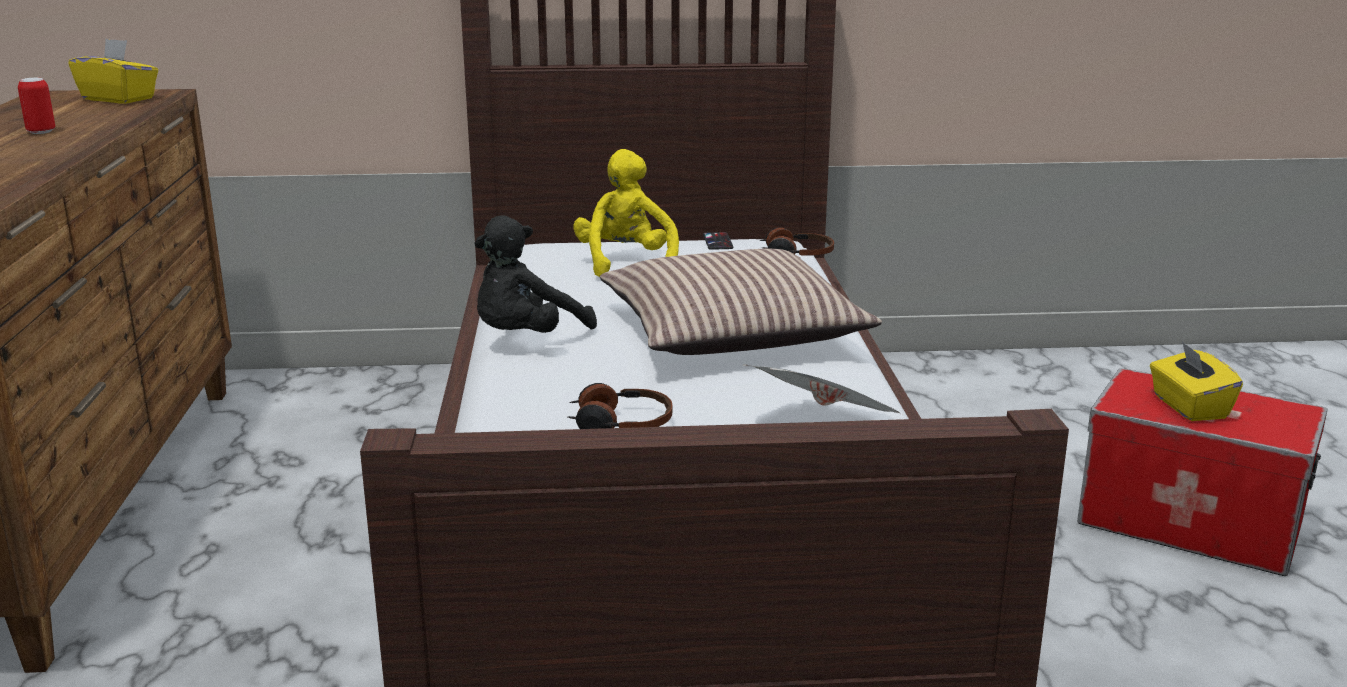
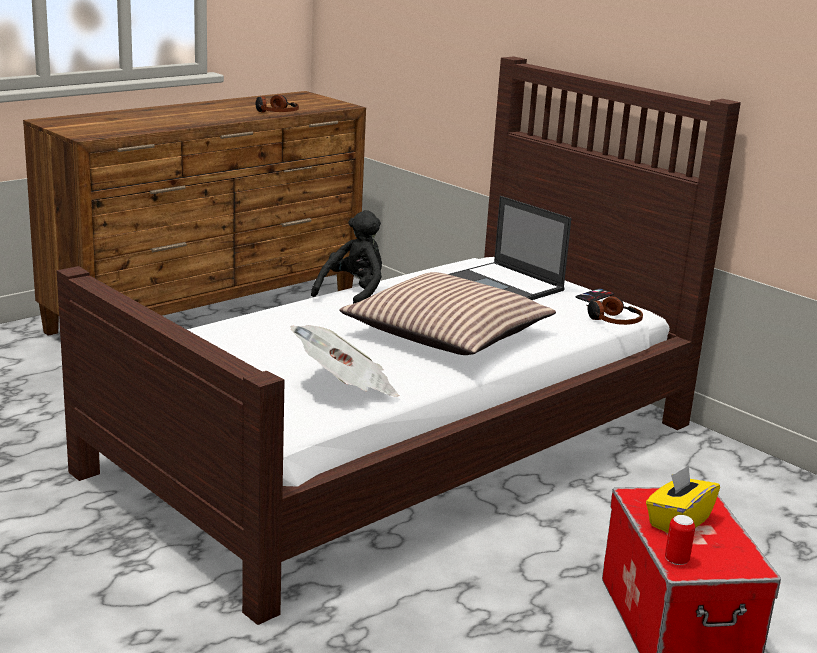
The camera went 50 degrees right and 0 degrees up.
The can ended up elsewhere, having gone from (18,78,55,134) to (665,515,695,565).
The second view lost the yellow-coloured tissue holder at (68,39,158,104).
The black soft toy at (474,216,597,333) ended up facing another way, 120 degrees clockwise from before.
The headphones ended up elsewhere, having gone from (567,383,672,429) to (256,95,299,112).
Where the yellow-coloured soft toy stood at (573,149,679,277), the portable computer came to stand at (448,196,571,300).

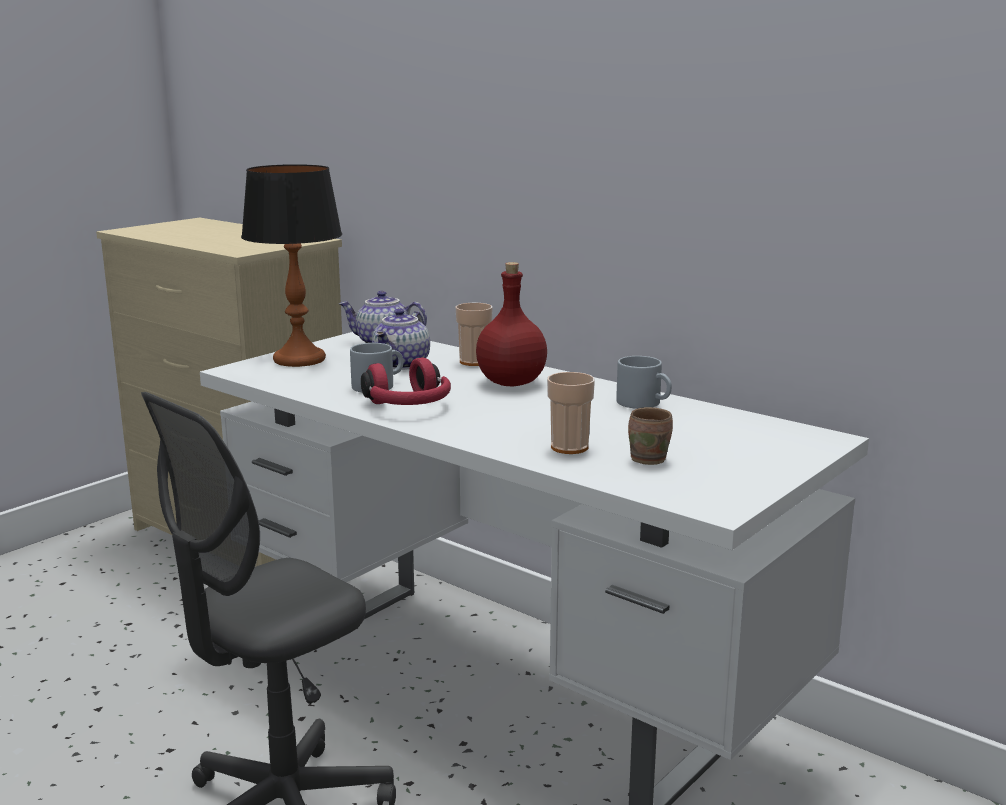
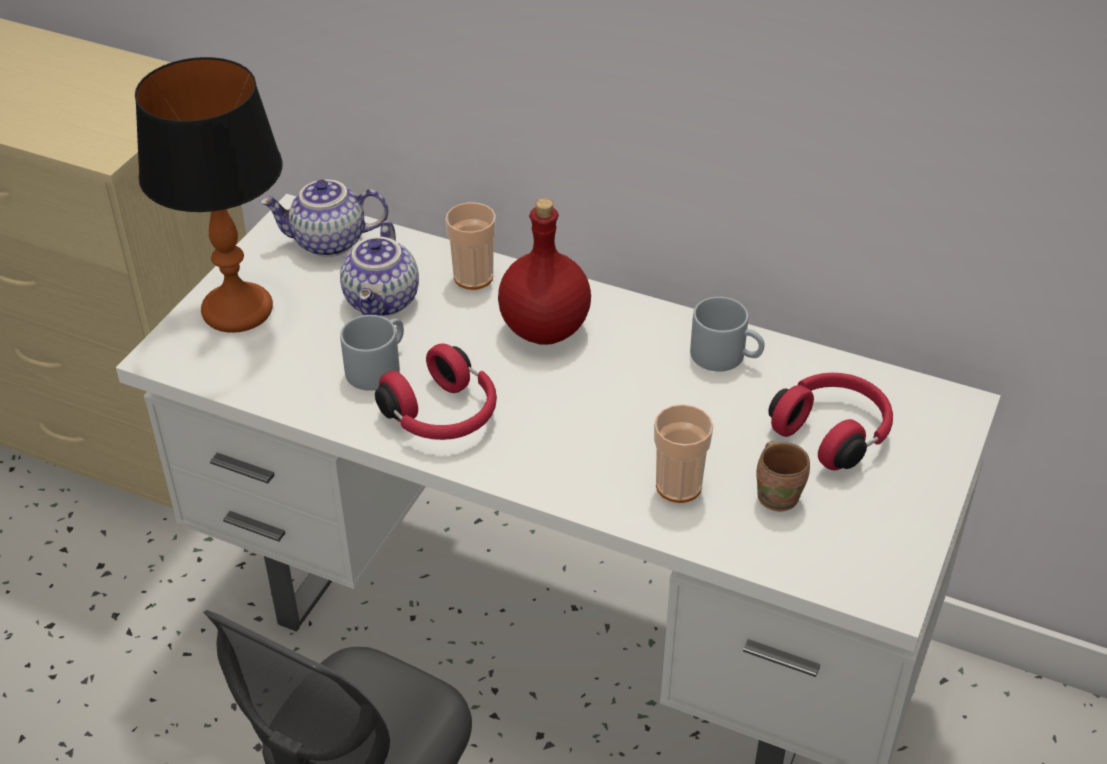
The camera went 15 degrees left and 25 degrees up.
The second view gained the reddish headphones at (768,373,893,470).

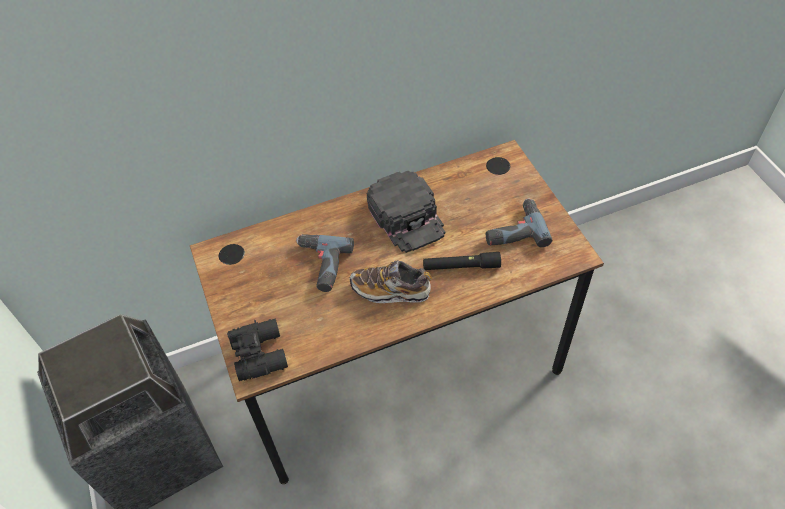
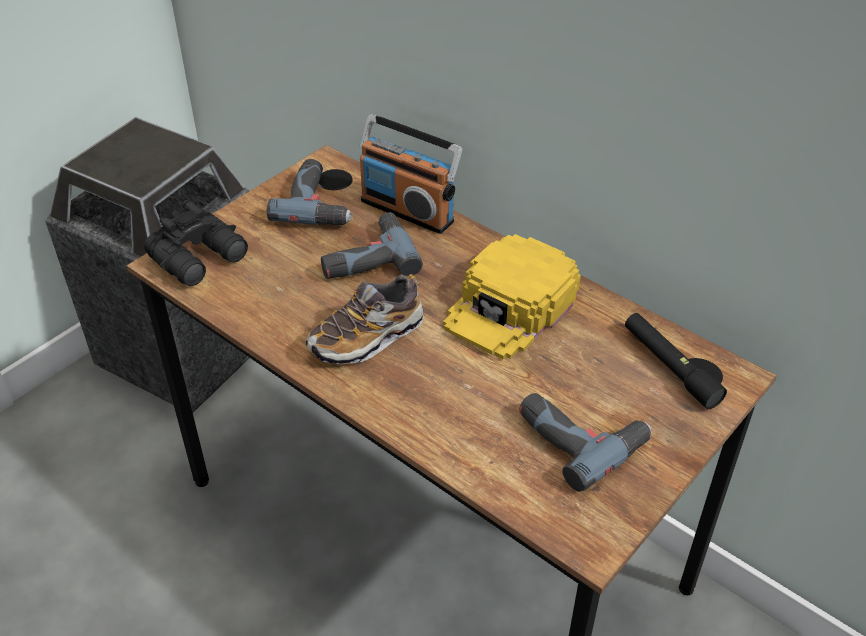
The camera went 60 degrees right and 10 degrees down.
The shoe at (350,260,432,303) ended up facing another way, 105 degrees counterclockwise from before.
What was the black cap at (367,171,445,253) turned into the yellow-coloured cap at (443,234,581,359).
The black flashlight ended up elsewhere, having gone from (423,252,501,270) to (625,313,727,409).
The second view gained the power drill at (267,159,353,225).
The second view gained the radio set at (360,114,462,234).

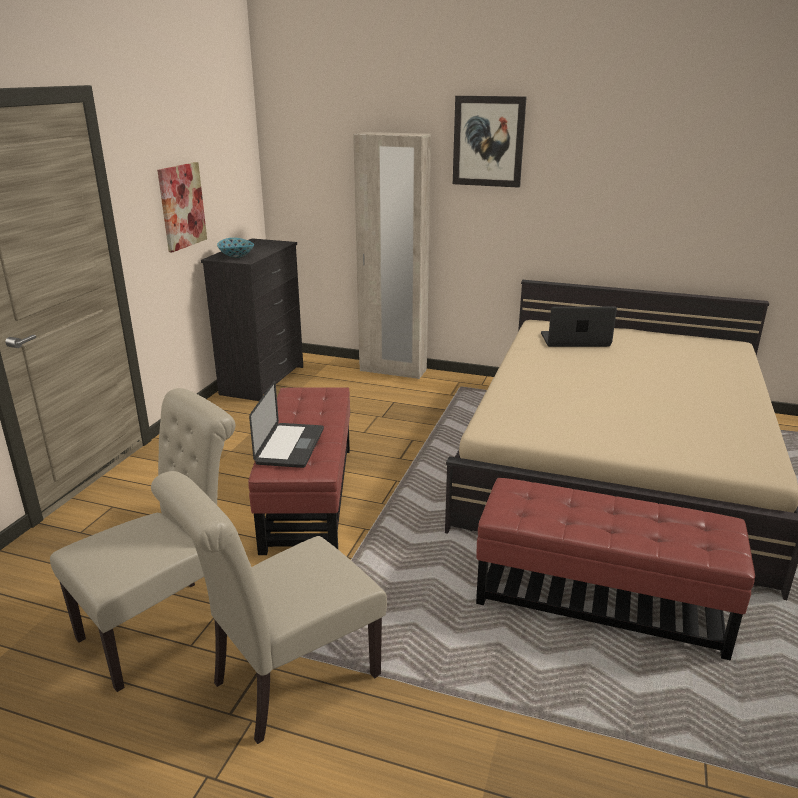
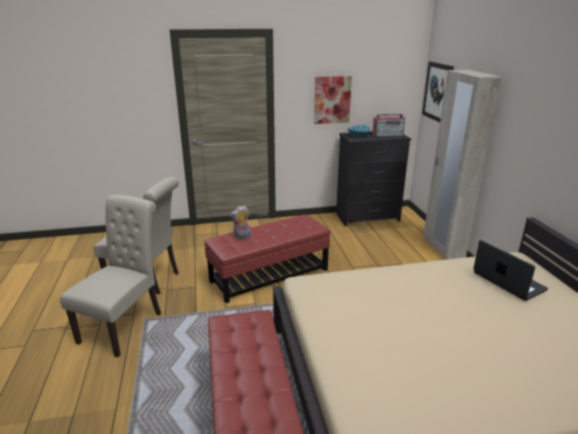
The camera went 60 degrees right and 0 degrees up.
The beige-coloured upright chair at (151,471,387,744) ended up facing another way, 90 degrees clockwise from before.
Where the portable computer stood at (249,381,324,468), the soft toy came to stand at (230,206,251,239).
The picture ended up elsewhere, having gone from (453,96,527,188) to (422,62,454,122).
The second view gained the radio set at (372,114,405,137).

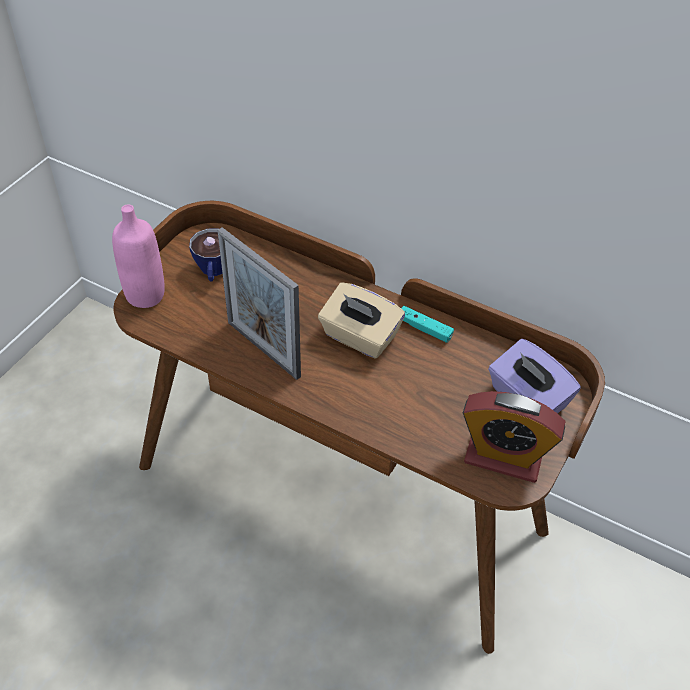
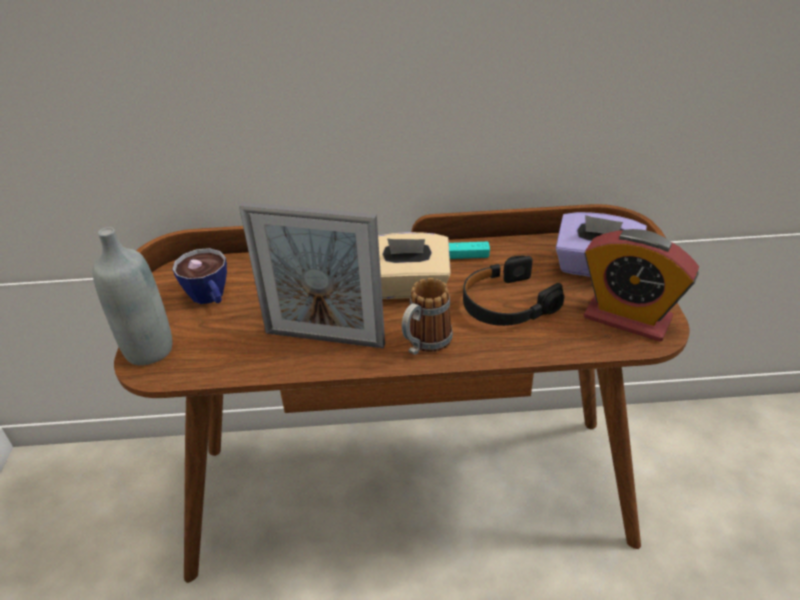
The camera went 30 degrees left and 10 degrees down.
What was the pink-coloured bottle at (112,205,165,308) turned into the gray bottle at (92,227,172,365).
The table clock at (463,391,565,483) ended up facing another way, 45 degrees clockwise from before.
The second view gained the mug at (401,278,453,355).
The second view gained the black headphones at (463,256,564,326).

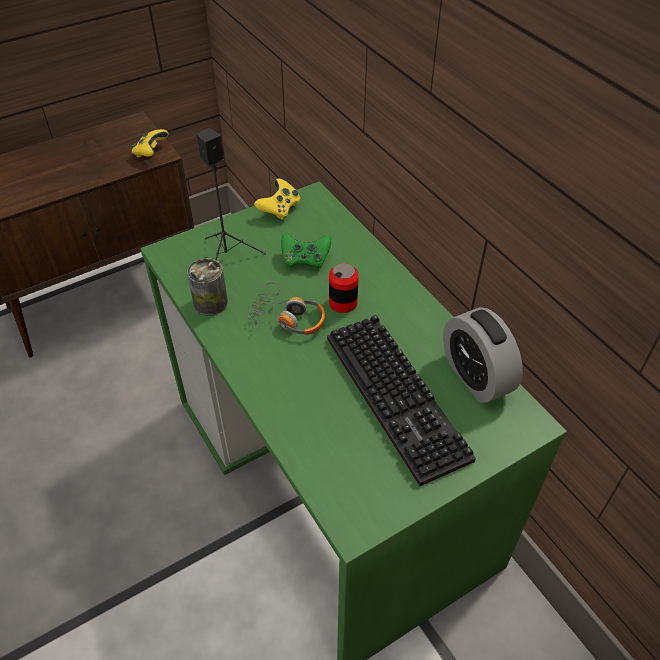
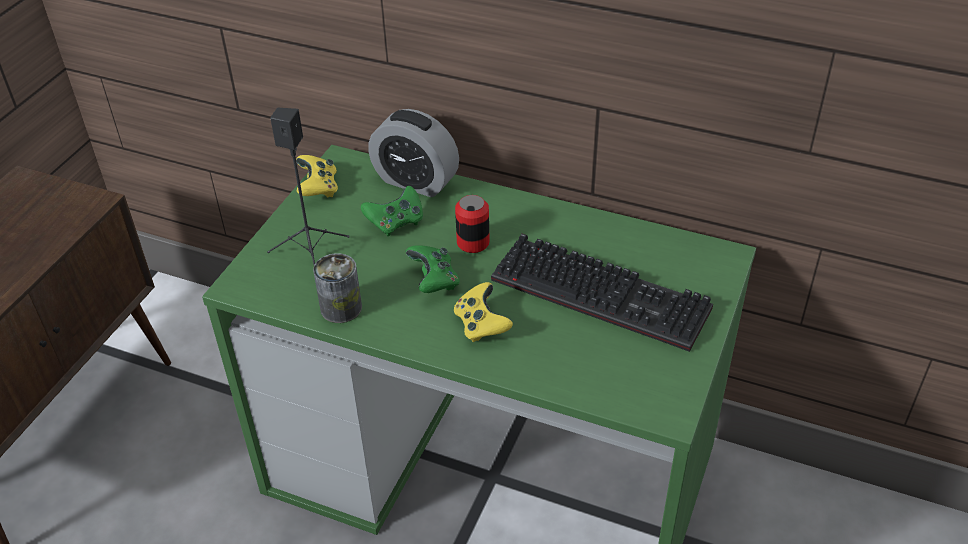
The camera went 35 degrees left and 5 degrees down.
The yellow-coloured game controller ended up elsewhere, having gone from (132,129,169,158) to (454,282,513,342).
Where the headphones stood at (248,282,325,335), the green-coloured game controller came to stand at (406,245,460,293).
The table clock ended up elsewhere, having gone from (443,307,523,403) to (368,109,459,197).

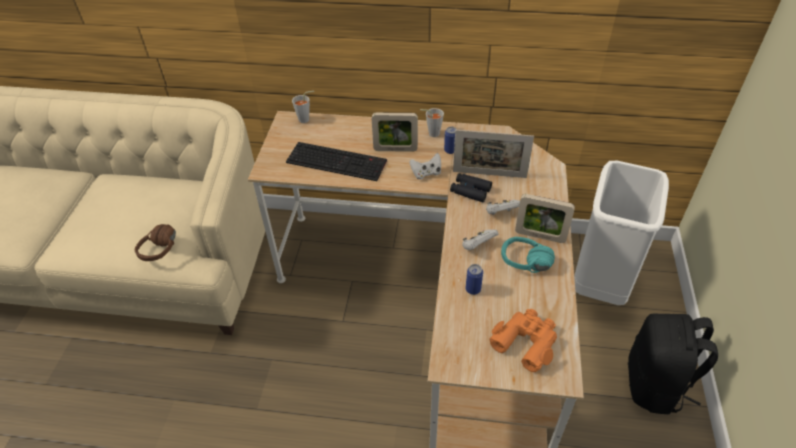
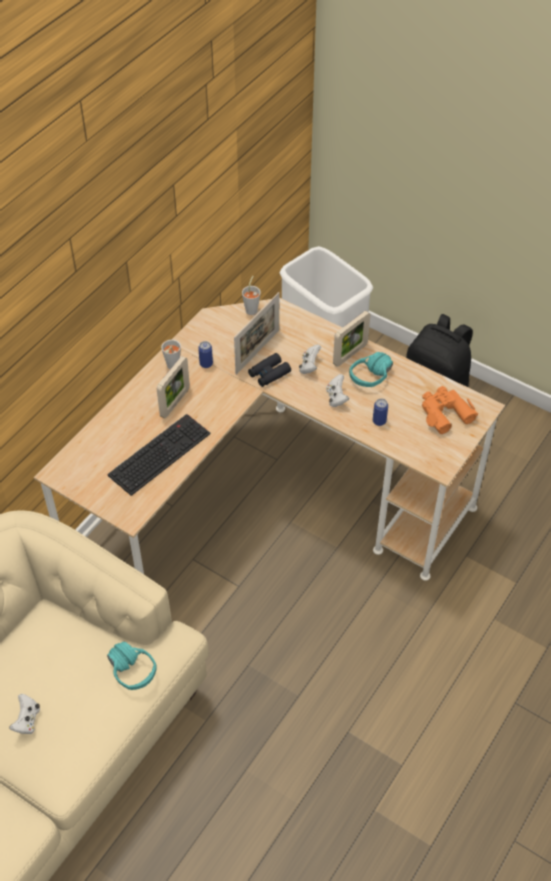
The camera went 65 degrees left and 5 degrees up.
What was the brownish headphones at (134,224,176,261) turned into the turquoise-coloured headphones at (107,642,157,690).
The gray cup ended up elsewhere, having gone from (292,91,314,123) to (242,276,261,315).
The white game controller ended up elsewhere, having gone from (409,153,441,180) to (9,694,40,734).

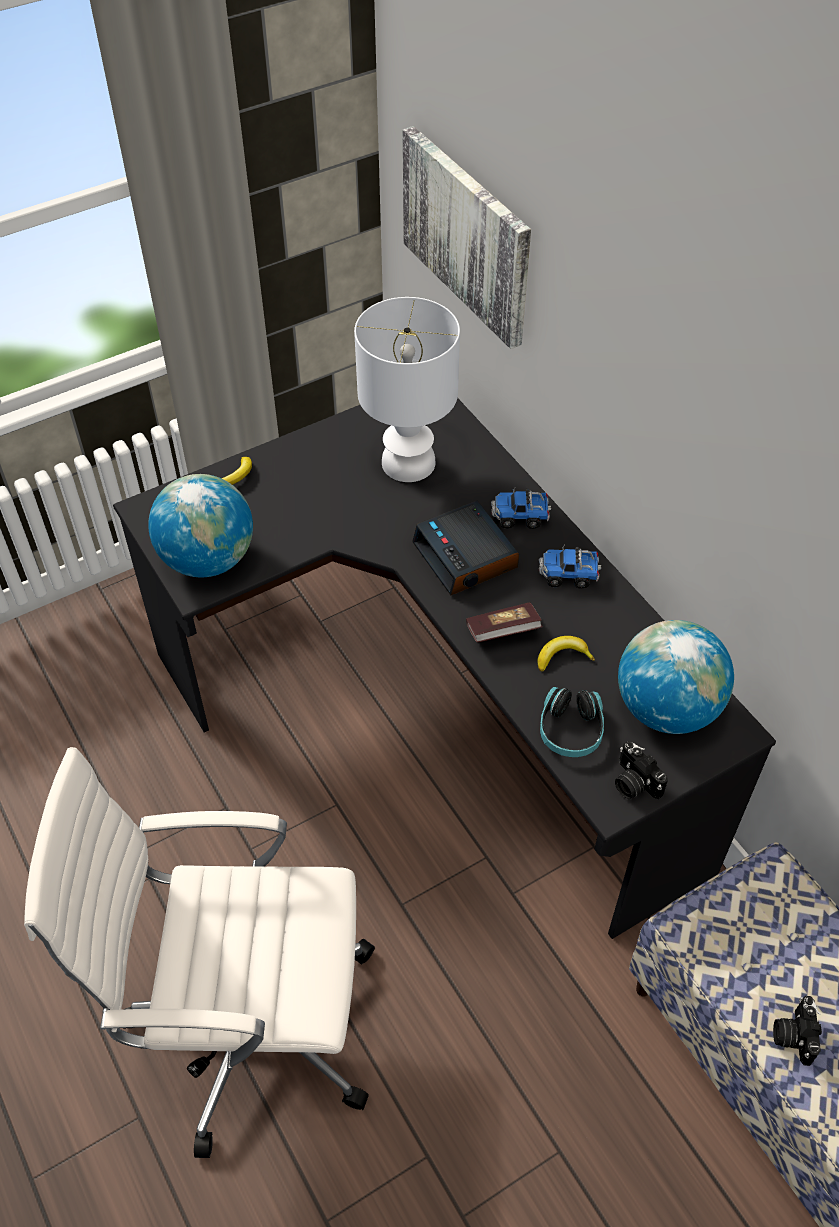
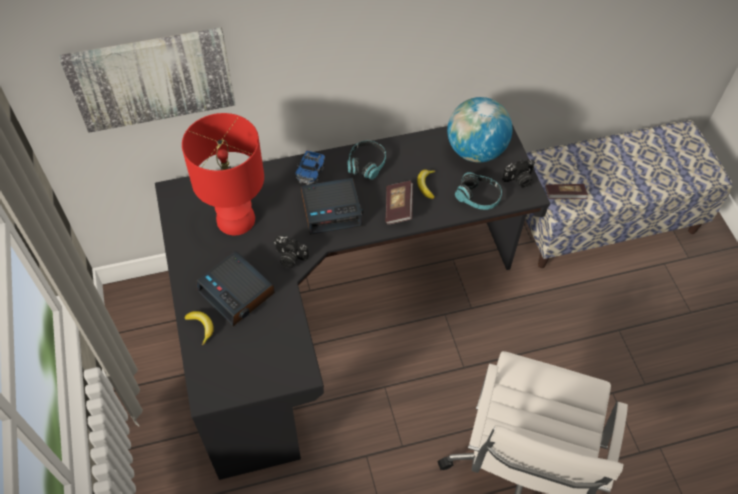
The camera went 75 degrees left and 5 degrees up.
The second view lost the desk globe at (148,474,253,577).
What was the white lamp for a table at (354,297,460,482) turned into the reddish lamp for a table at (182,113,264,235).
Where the toy truck stood at (539,546,601,589), the headphones came to stand at (347,141,386,180).
The still camera ended up elsewhere, having gone from (773,996,822,1066) to (274,236,309,268).
The second view gained the table clock at (197,251,275,326).
The second view gained the bound book at (545,184,588,199).

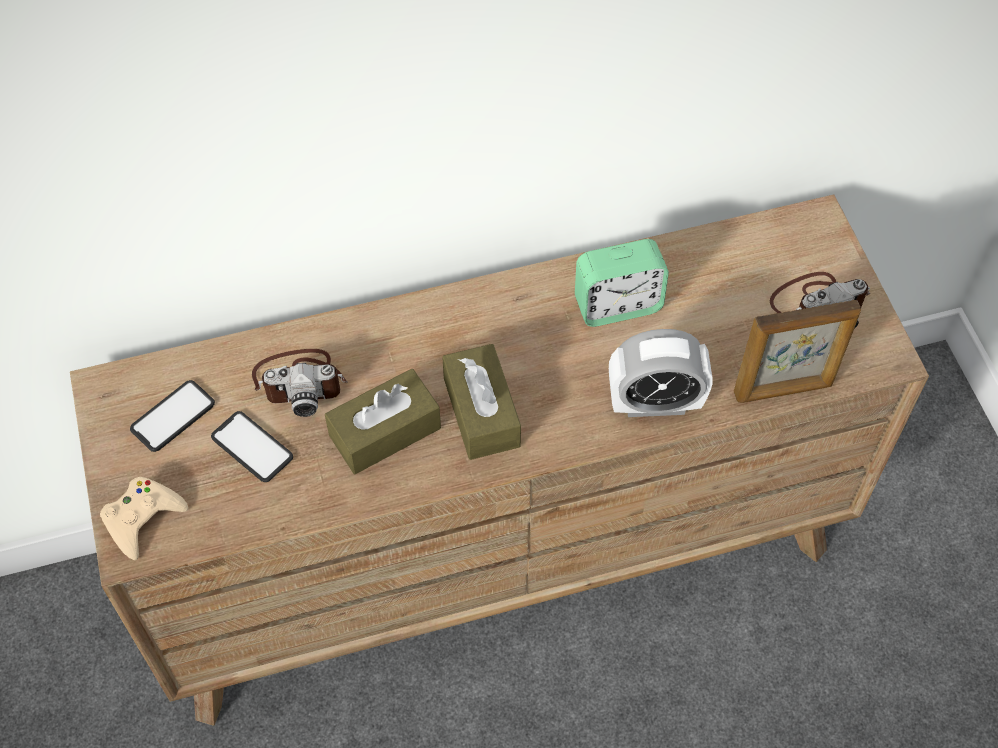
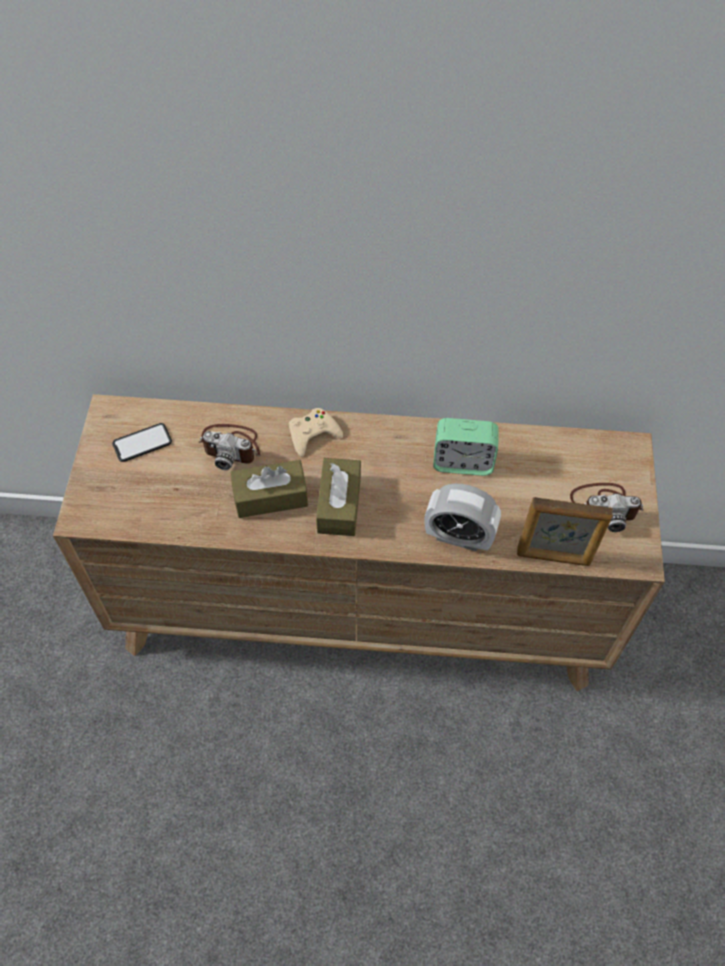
The camera went 20 degrees right and 0 degrees up.
The beige-coloured game controller ended up elsewhere, having gone from (100,477,188,560) to (289,408,343,457).
The second view lost the handset at (211,411,293,482).

